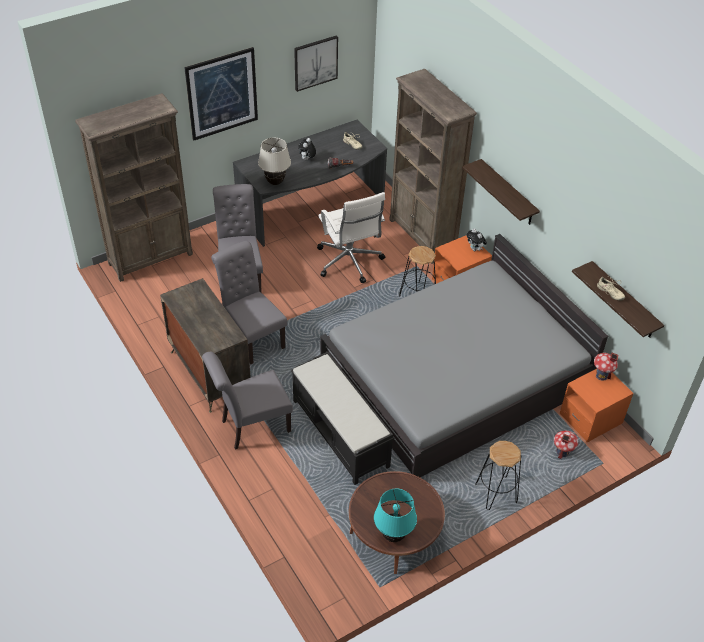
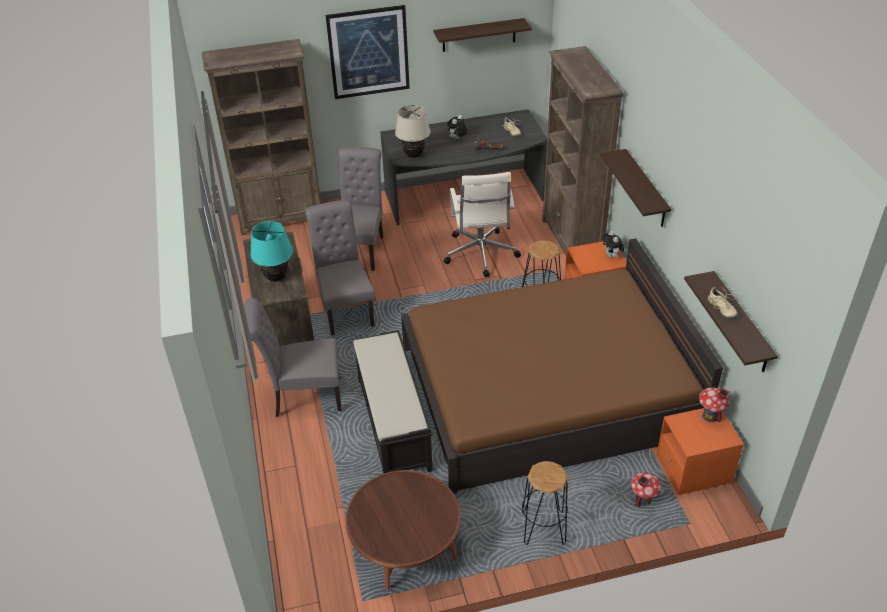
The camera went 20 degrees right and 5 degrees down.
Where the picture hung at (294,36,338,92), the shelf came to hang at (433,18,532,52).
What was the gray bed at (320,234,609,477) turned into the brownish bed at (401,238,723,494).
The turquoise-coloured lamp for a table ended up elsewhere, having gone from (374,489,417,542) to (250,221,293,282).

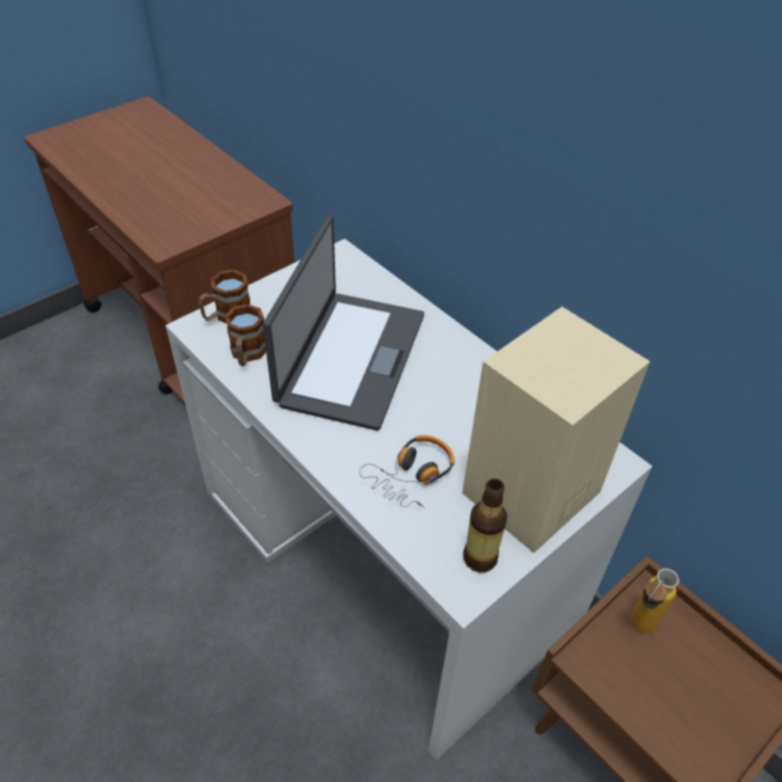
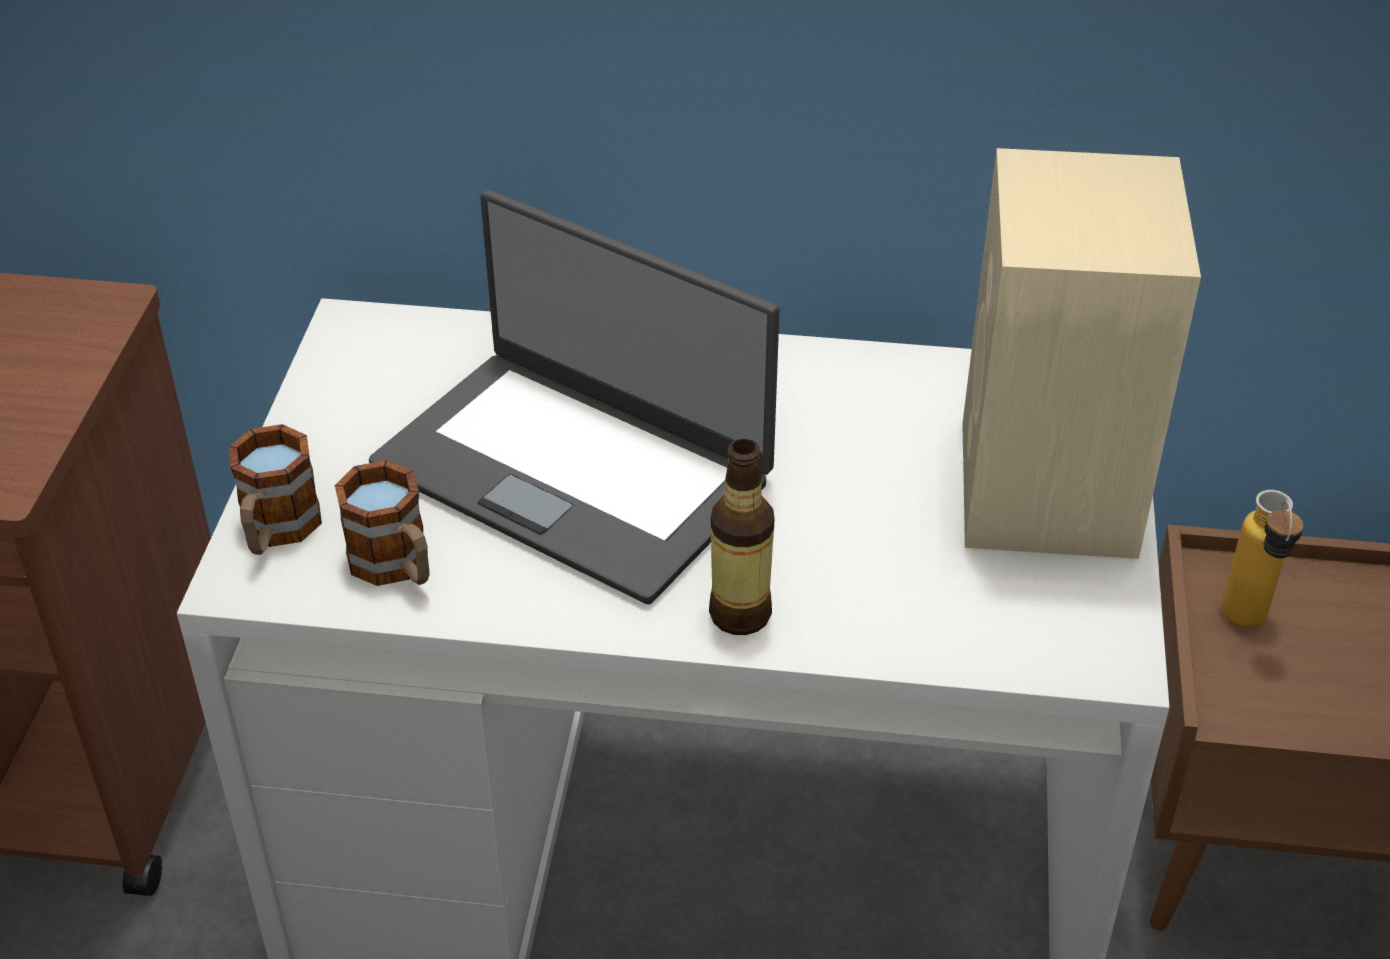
The camera went 40 degrees left and 5 degrees down.
The portable computer at (263,216,424,431) ended up facing another way, 150 degrees clockwise from before.
The second view lost the headphones at (359,435,454,508).
The bottle ended up elsewhere, having gone from (463,479,507,573) to (709,439,774,635).

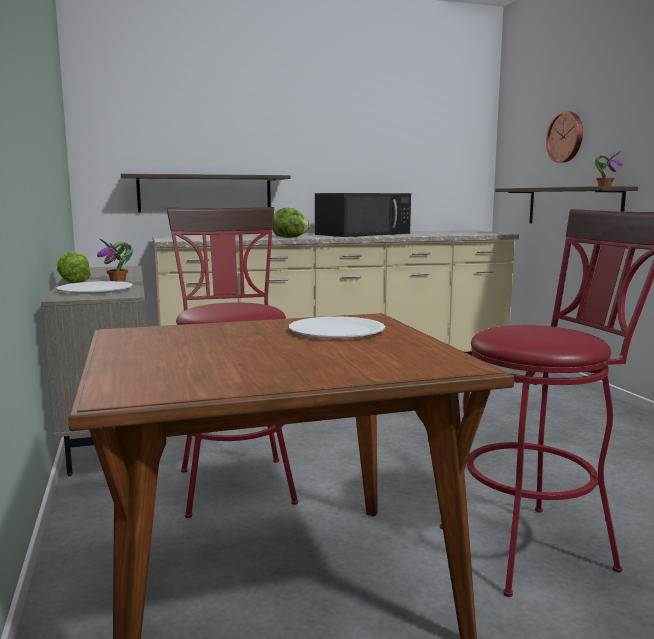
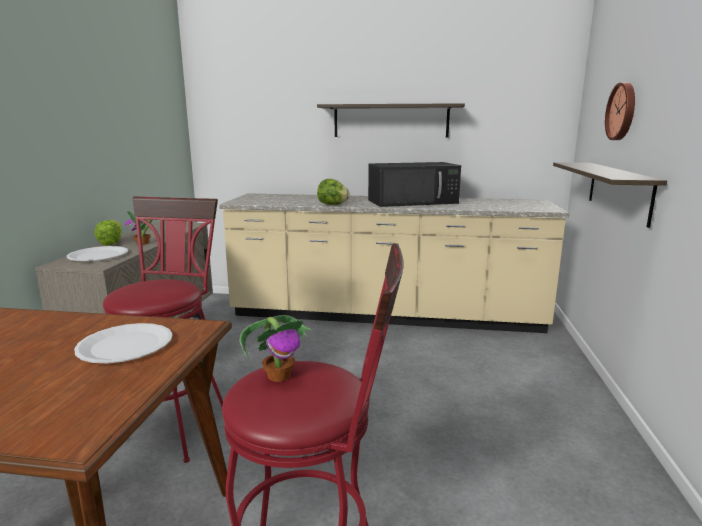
The camera went 25 degrees right and 5 degrees up.
The shelf ended up elsewhere, having gone from (121,174,291,212) to (317,103,465,138).
The potted plant ended up elsewhere, having gone from (595,151,623,186) to (239,315,311,382).

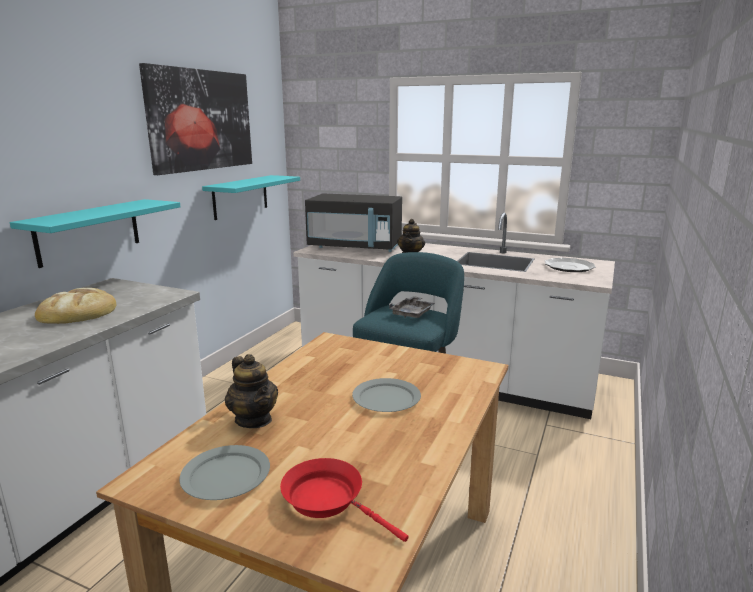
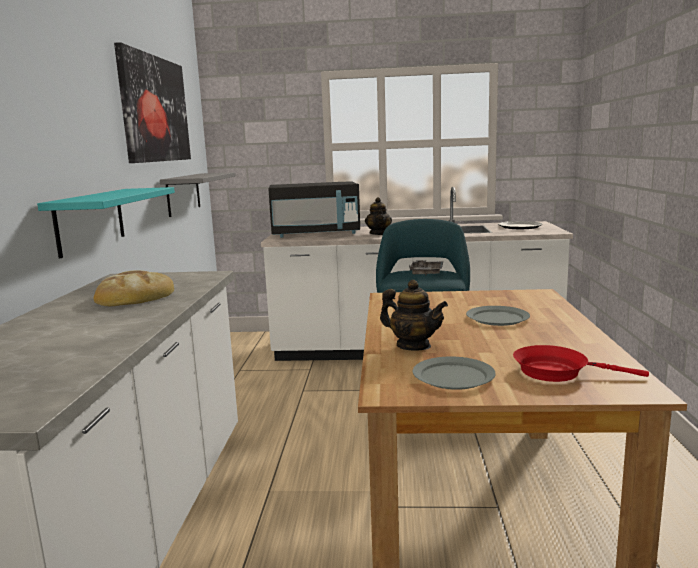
The camera went 20 degrees left and 5 degrees down.
What was the turquoise-coloured shelf at (202,175,300,220) turned into the gray shelf at (160,172,236,217).

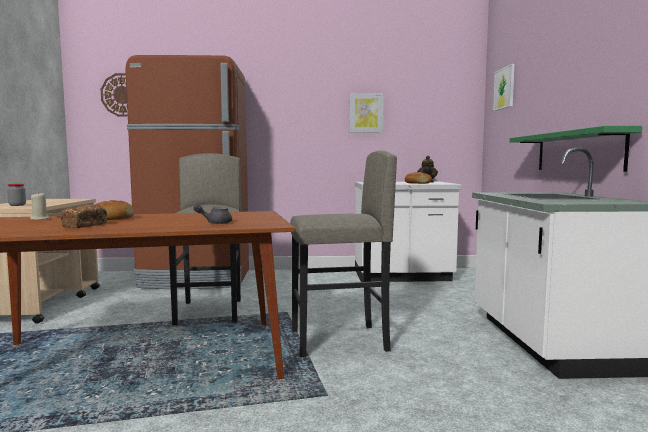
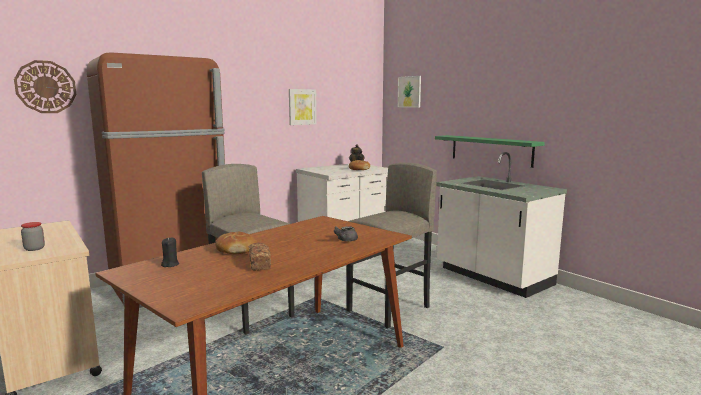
The camera went 35 degrees left and 5 degrees up.
What was the beige-coloured wax light at (30,193,50,220) turned into the black wax light at (161,237,179,267).

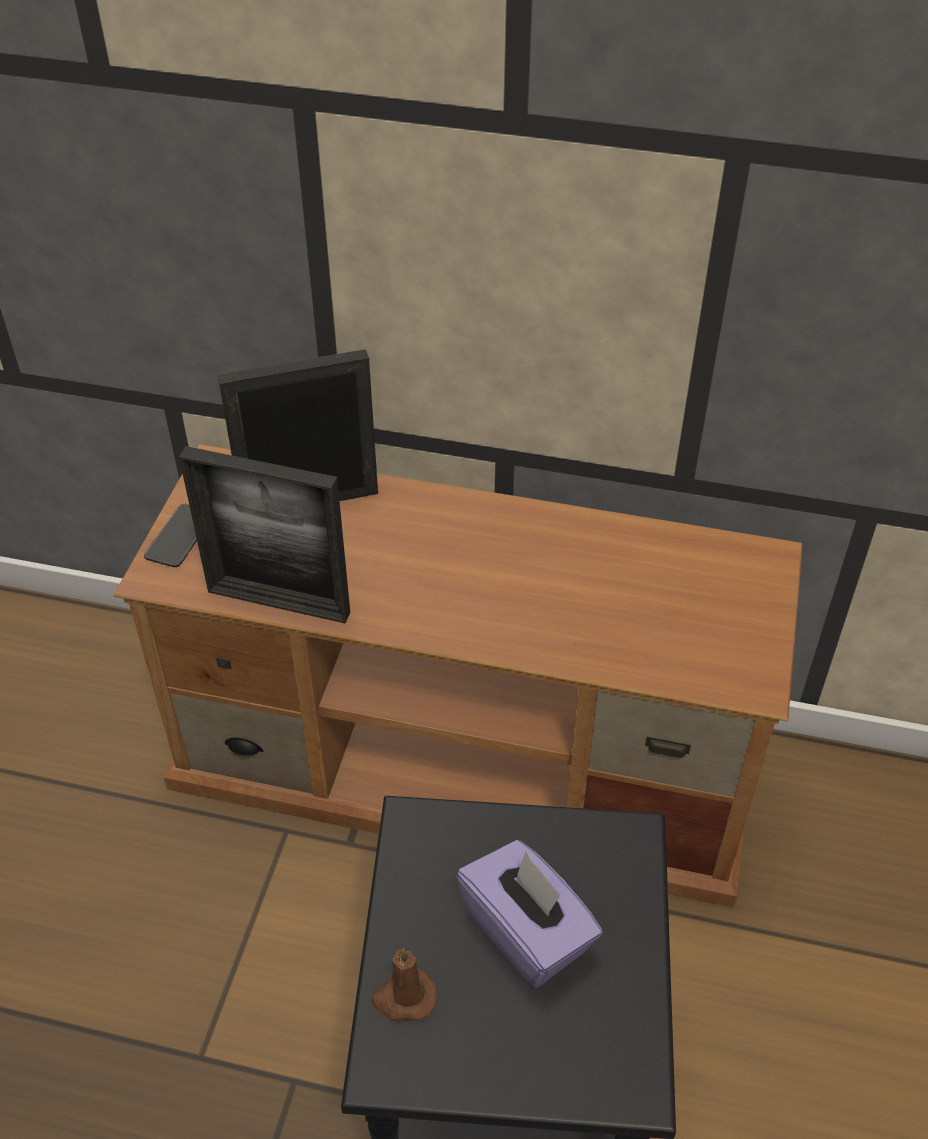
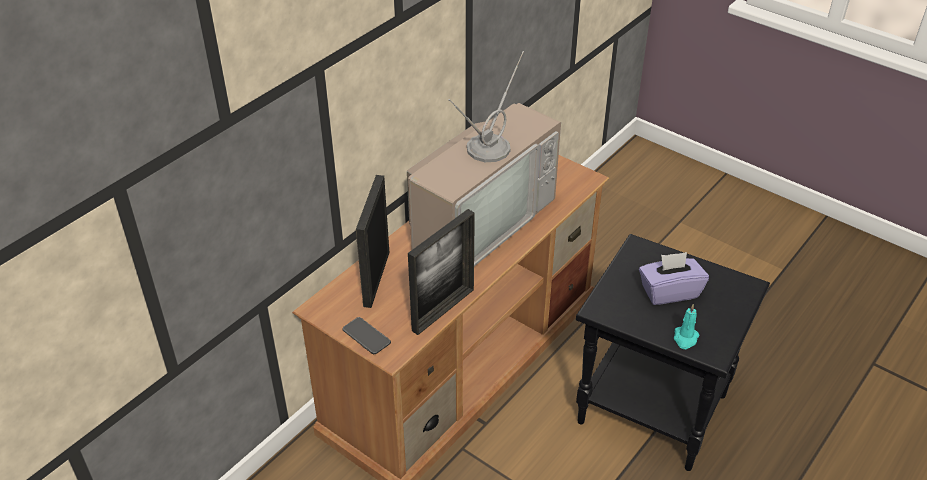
The camera went 65 degrees left and 5 degrees down.
What was the brownish wax light at (371,948,437,1022) turned into the turquoise-coloured wax light at (674,304,699,349).
The second view gained the TV set at (407,51,561,266).

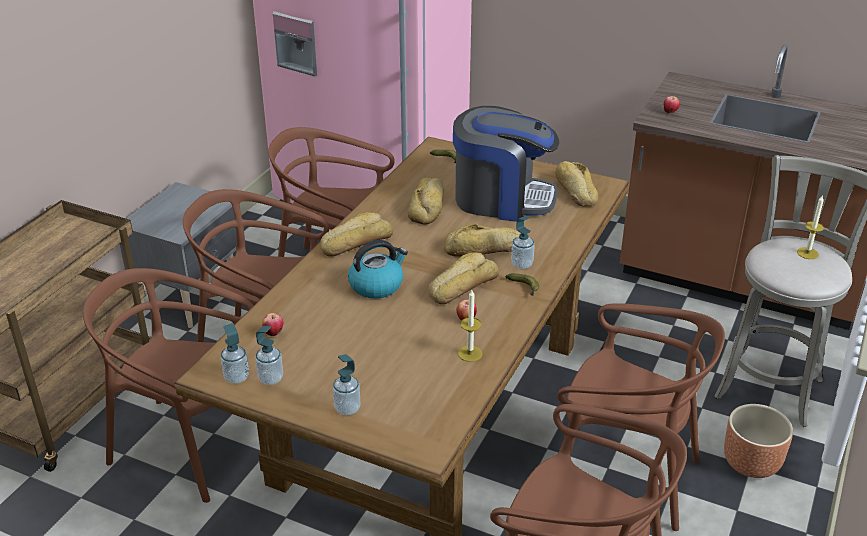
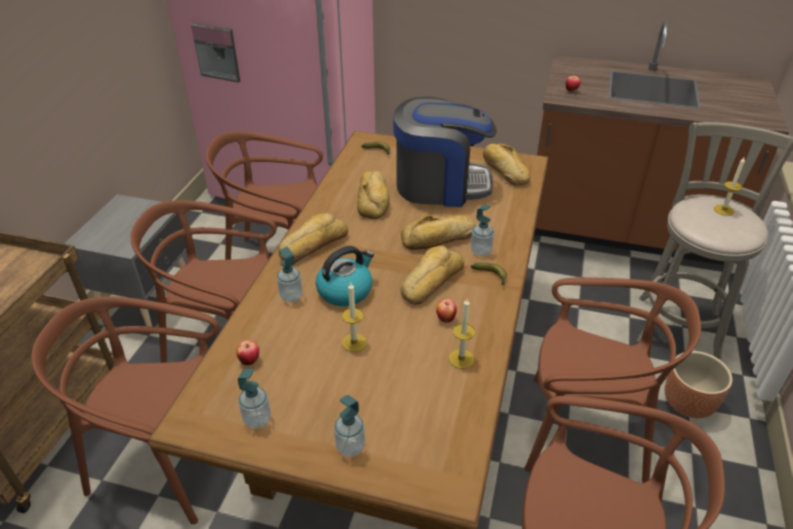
The camera went 10 degrees left and 5 degrees up.
The soap dispenser ended up elsewhere, having gone from (220,323,249,384) to (277,247,302,302).
The second view gained the wax light at (342,283,367,352).

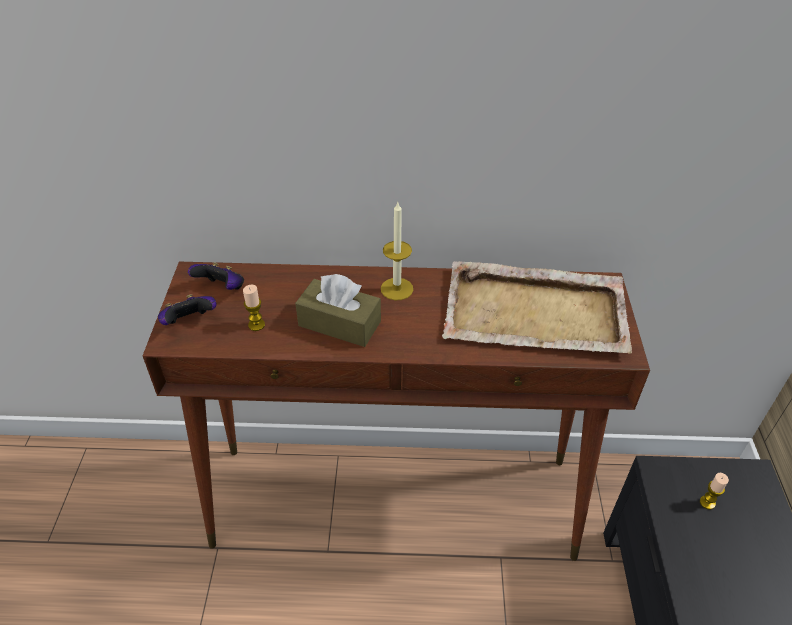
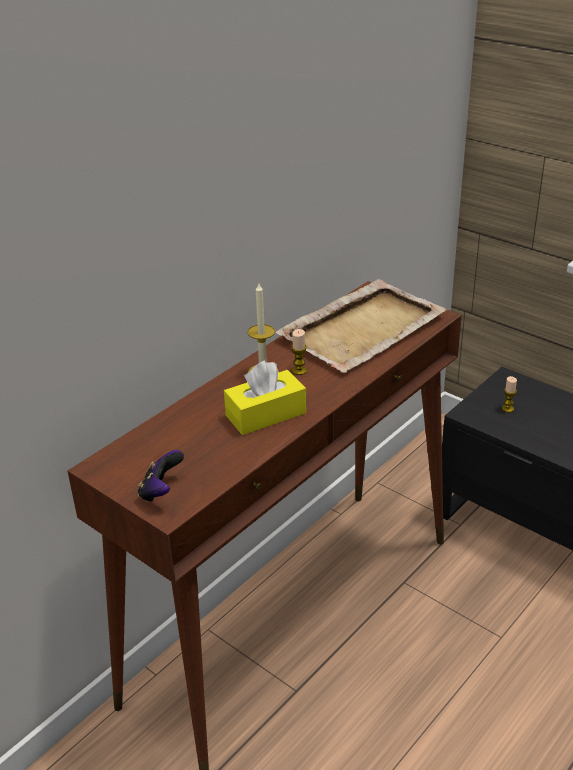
The camera went 50 degrees left and 10 degrees down.
The second view lost the game controller at (188,262,244,290).
The wax light ended up elsewhere, having gone from (243,284,265,331) to (291,329,307,375).
What was the brownish tissue holder at (295,274,381,347) turned into the yellow-coloured tissue holder at (224,361,306,435).

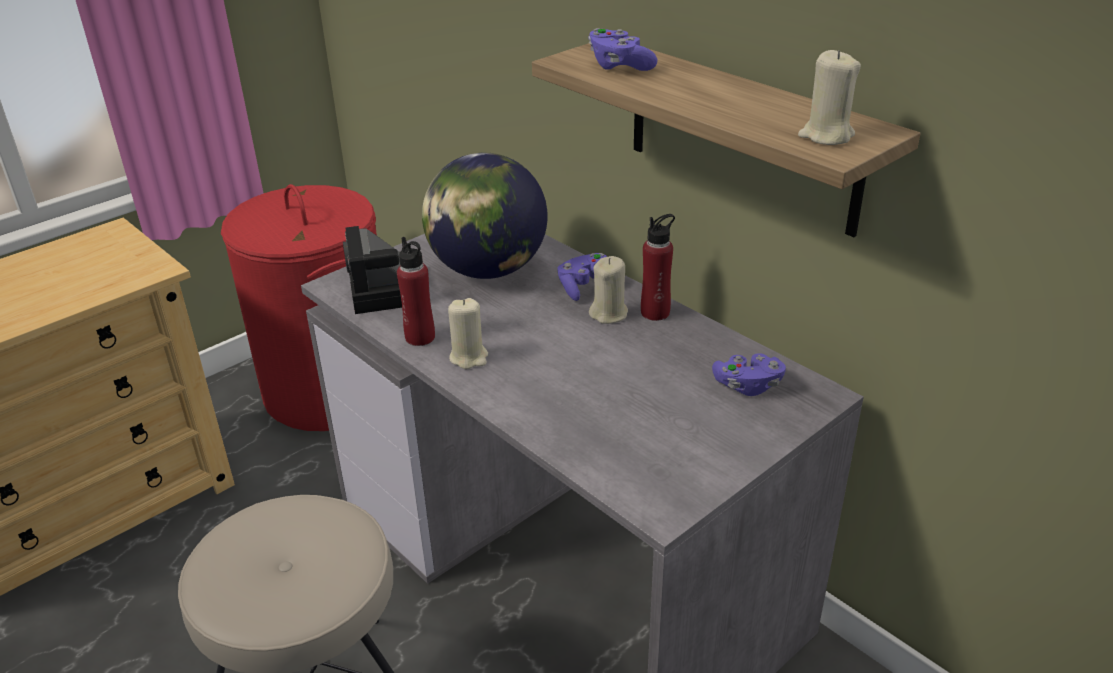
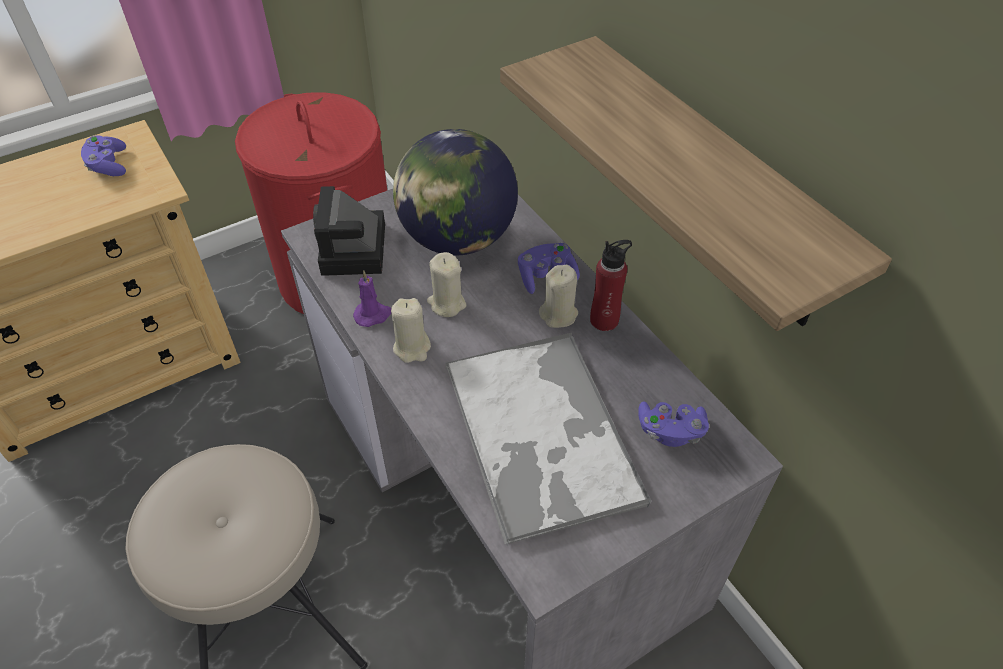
The camera went 10 degrees right and 15 degrees up.
Where the reddish bottle stood at (397,237,435,346), the purplish wax light came to stand at (353,271,391,327).
The purplish game controller ended up elsewhere, having gone from (588,28,658,71) to (81,135,126,176).
The beige-coloured wax light ended up elsewhere, having gone from (798,50,861,145) to (427,252,466,317).
The second view gained the carrying tray at (445,332,651,547).

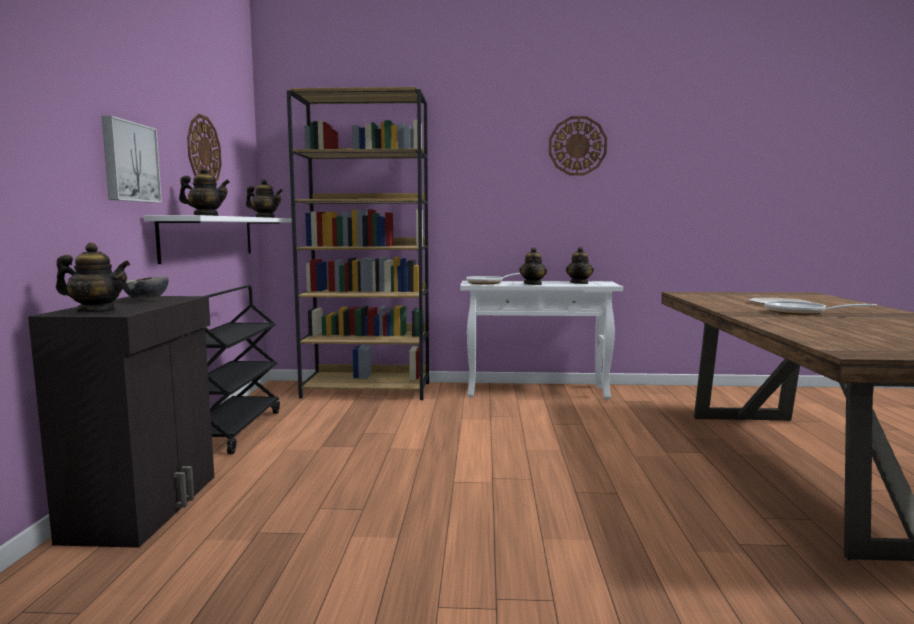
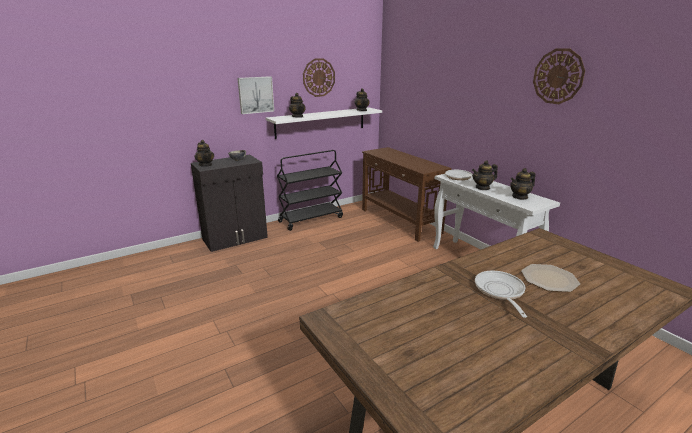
The camera went 55 degrees right and 15 degrees up.
Where the brownish bookshelf stood at (287,87,429,400), the brownish narrow table came to stand at (362,147,451,242).

